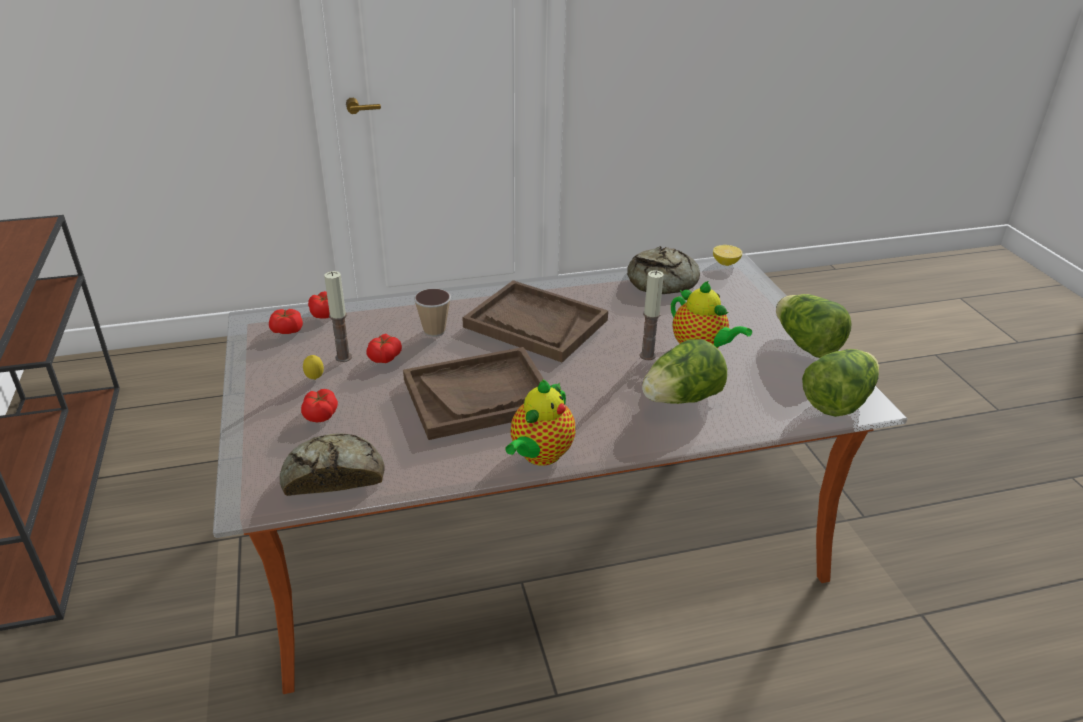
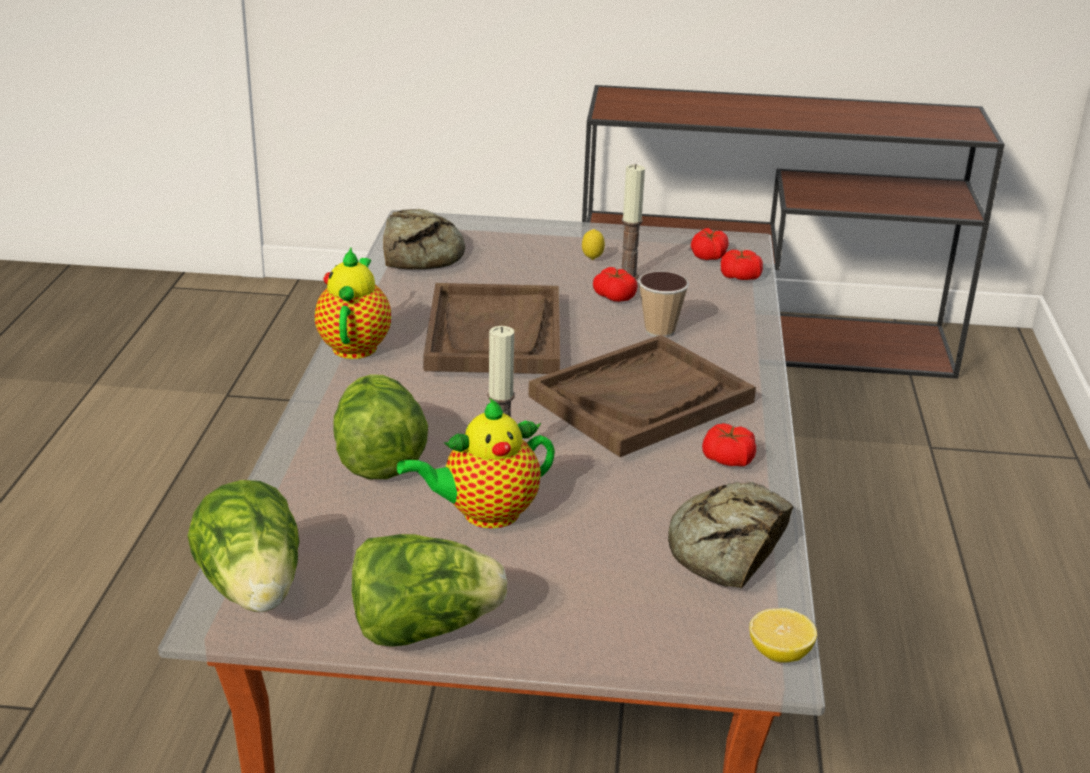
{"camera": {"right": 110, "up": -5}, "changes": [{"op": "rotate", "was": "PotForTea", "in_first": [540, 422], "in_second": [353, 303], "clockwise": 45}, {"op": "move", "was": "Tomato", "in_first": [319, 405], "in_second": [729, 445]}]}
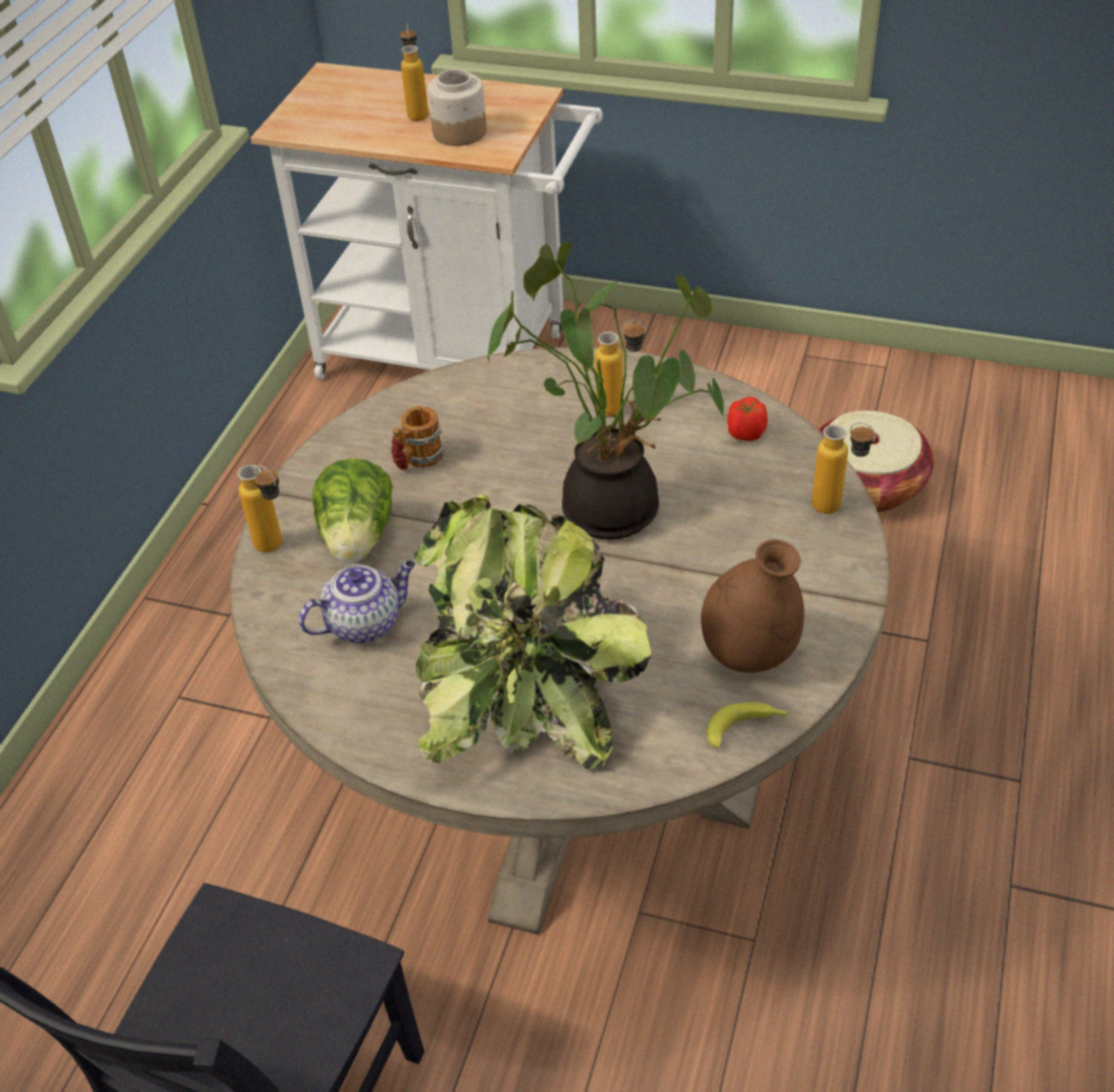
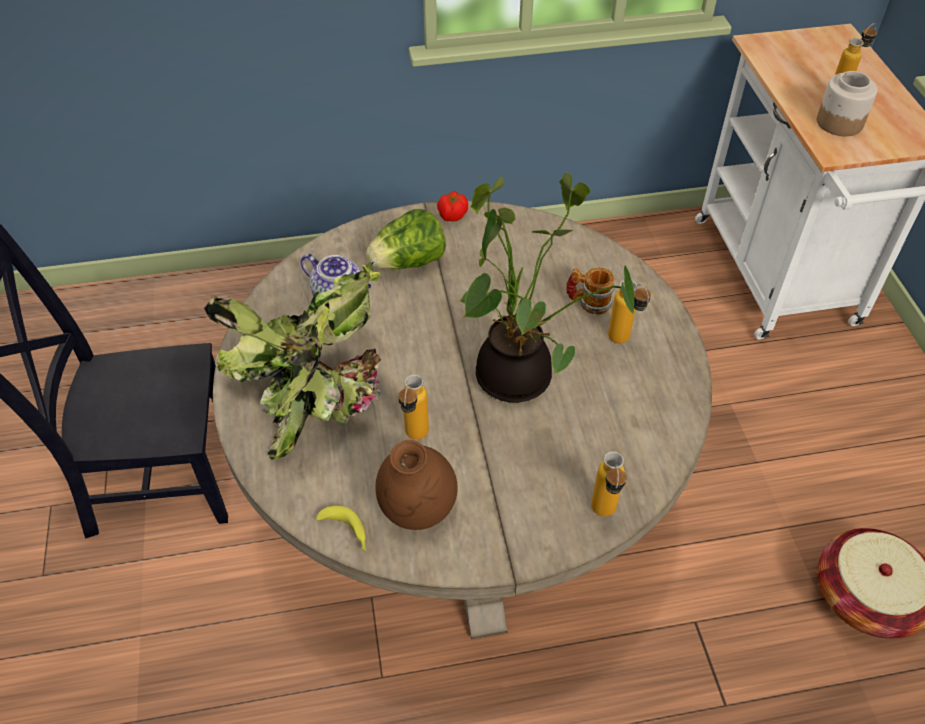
{"camera": {"right": 60, "up": 5}, "changes": [{"op": "move", "was": "Tomato", "in_first": [747, 419], "in_second": [452, 206]}, {"op": "move", "was": "TeaMug", "in_first": [418, 438], "in_second": [590, 291]}, {"op": "move", "was": "BeverageBottle", "in_first": [260, 509], "in_second": [413, 407]}]}
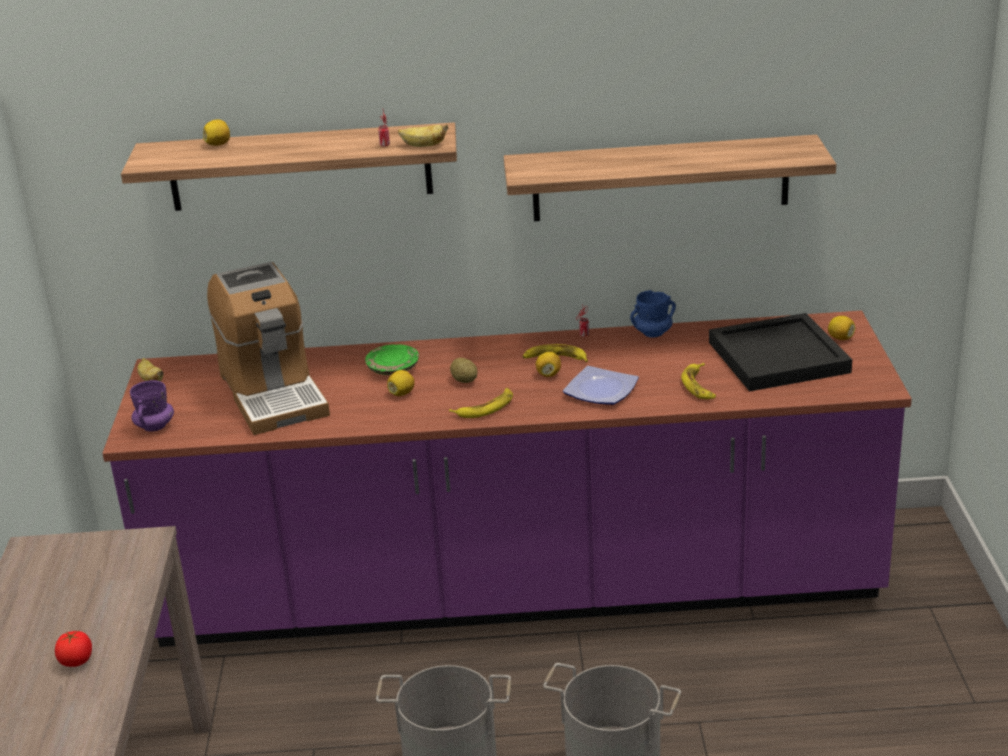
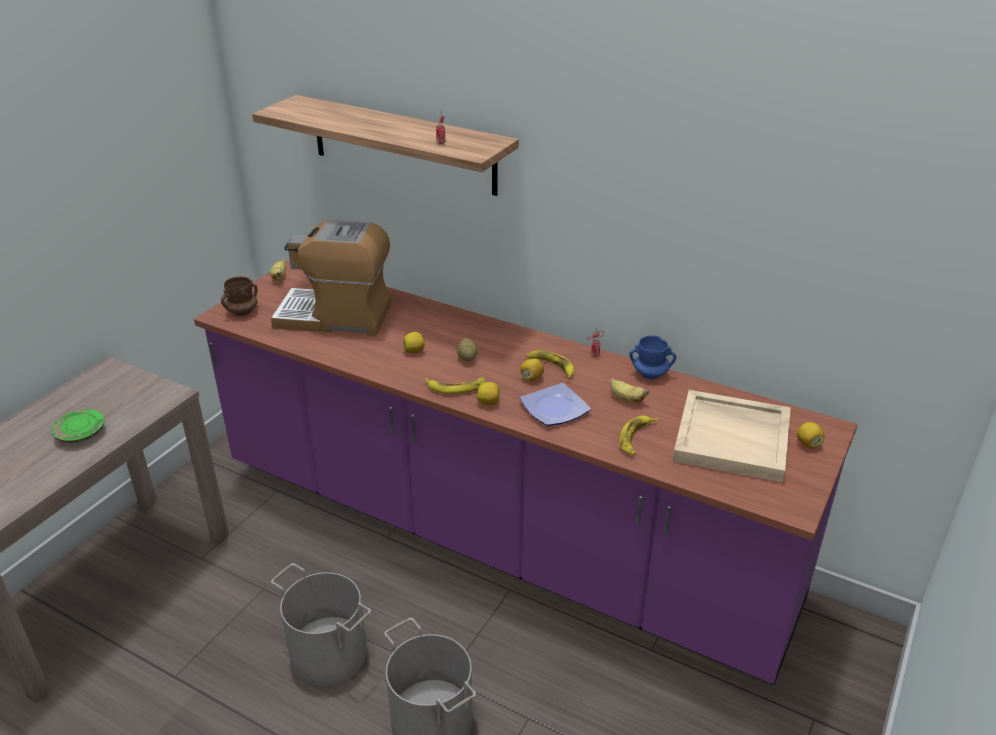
{"camera": {"right": 30, "up": 5}, "changes": [{"op": "move", "was": "WholeLemon", "in_first": [216, 132], "in_second": [488, 393]}, {"op": "move", "was": "BananaFruit", "in_first": [423, 135], "in_second": [629, 390]}, {"op": "delete", "was": "BracketShelf", "in_first": [670, 178]}, {"op": "rotate", "was": "CoffeeMachine", "in_first": [268, 348], "in_second": [331, 277], "clockwise": 90}, {"op": "recolor", "was": "BlackishTray", "now": "BeigeColouredTray", "in_first": [780, 352], "in_second": [732, 436]}, {"op": "move", "was": "GreenColouredFlatDish", "in_first": [392, 359], "in_second": [78, 426]}, {"op": "recolor", "was": "PurpleColouredTeaMug", "now": "BrownishTeaMug", "in_first": [152, 406], "in_second": [239, 296]}, {"op": "delete", "was": "Tomato", "in_first": [73, 649]}]}
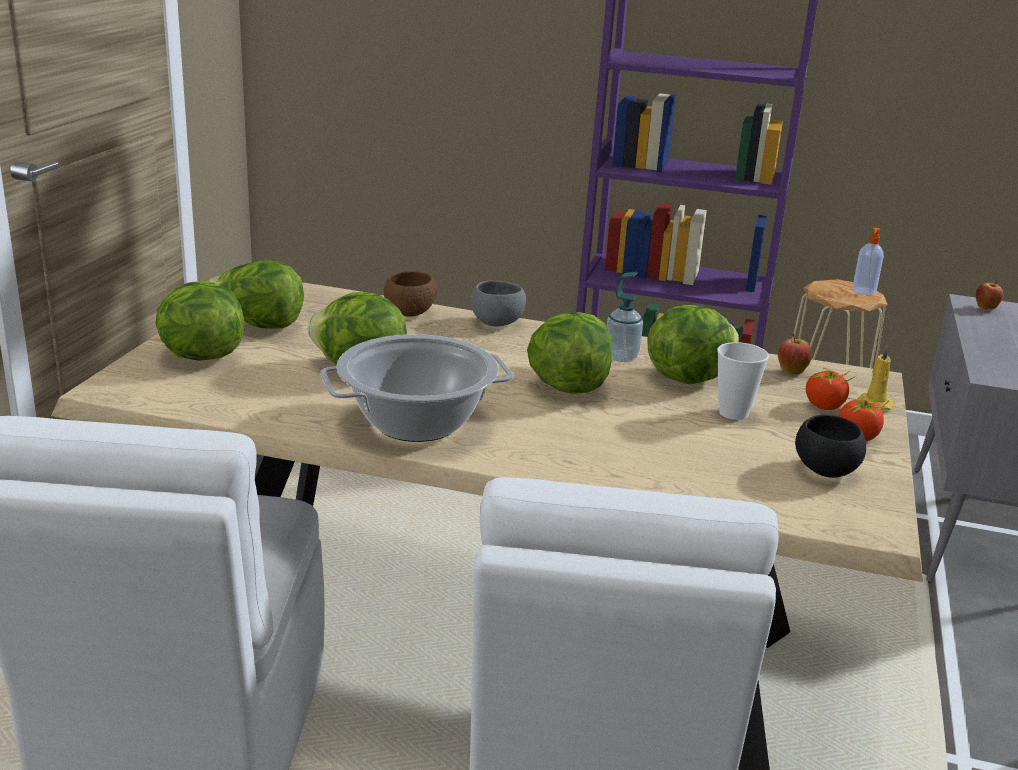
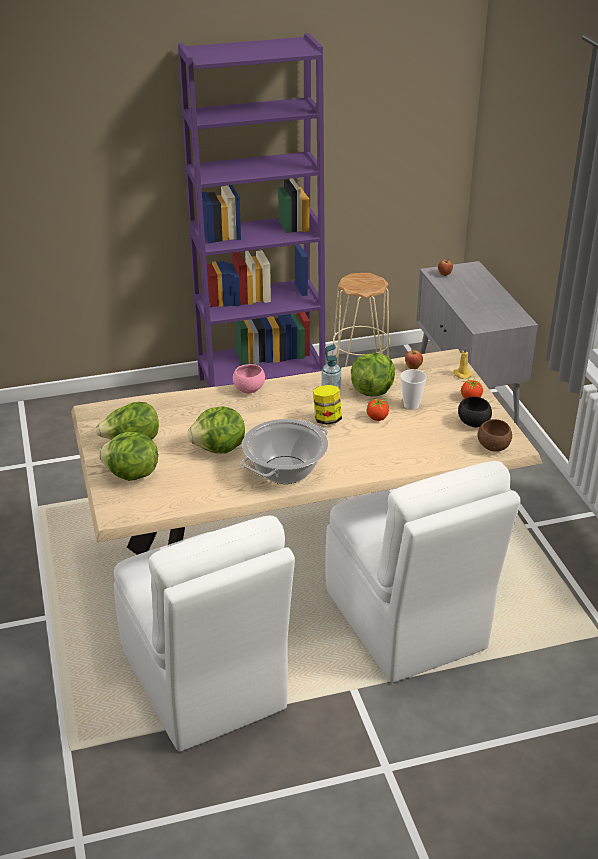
{"camera": {"right": -30, "up": 10}, "changes": [{"op": "delete", "was": "LiquidSoapBottle", "in_first": [868, 261]}, {"op": "move", "was": "BrownishDeepDish", "in_first": [410, 294], "in_second": [494, 435]}, {"op": "recolor", "was": "GrayDeepDish", "now": "PinkColouredDeepDish", "in_first": [498, 303], "in_second": [249, 378]}, {"op": "replace", "was": "HeadOfLettuce", "now": "Jar", "in_first": [569, 353], "in_second": [327, 405]}, {"op": "move", "was": "Tomato", "in_first": [830, 389], "in_second": [379, 408]}]}
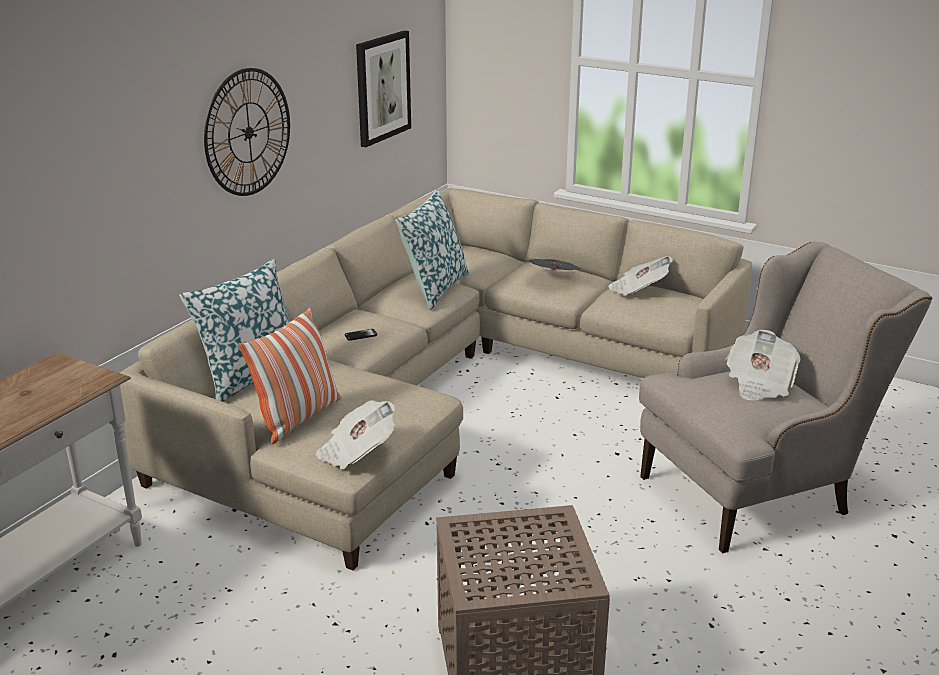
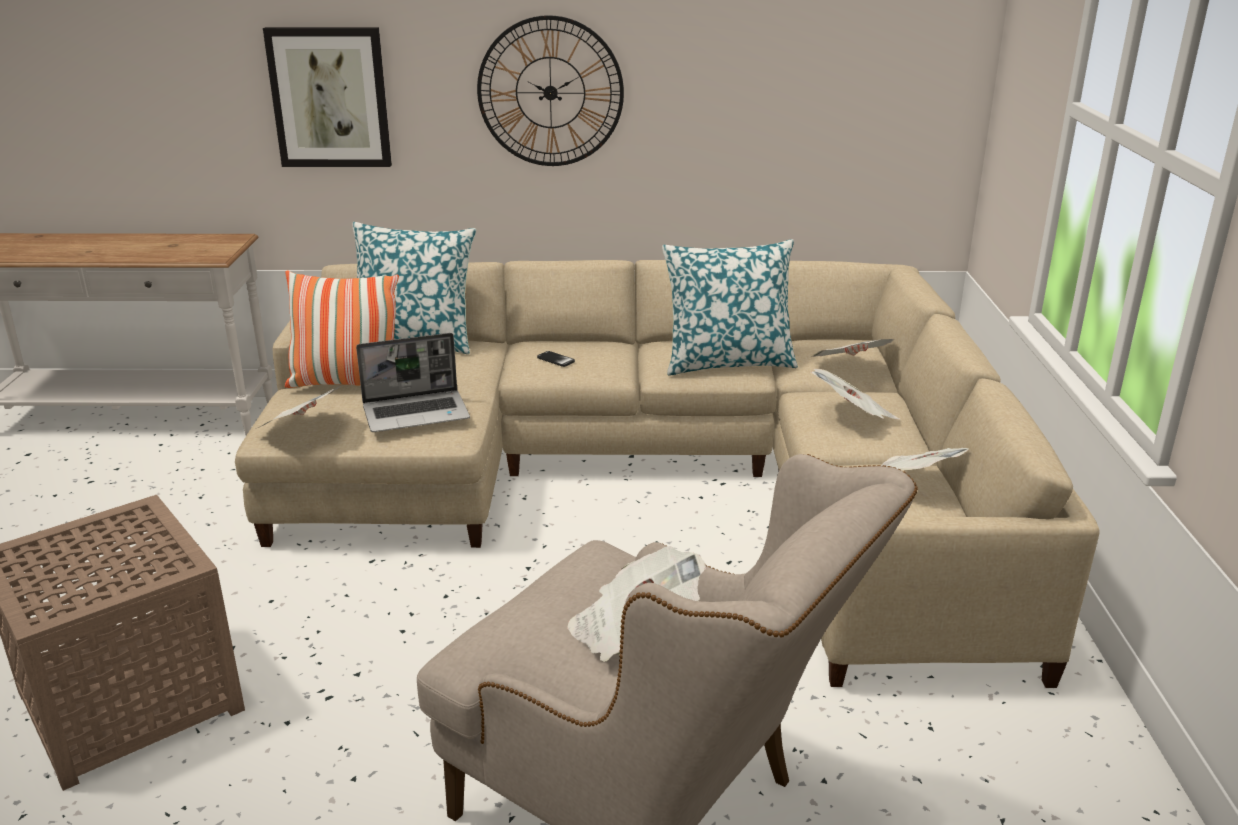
{"camera": {"right": 60, "up": 0}, "changes": [{"op": "move", "was": "WallPicture", "in_first": [383, 89], "in_second": [327, 97]}, {"op": "insert", "now": "Laptop", "in_second": [413, 382]}, {"op": "insert", "now": "DailyPaper", "in_second": [852, 348]}]}
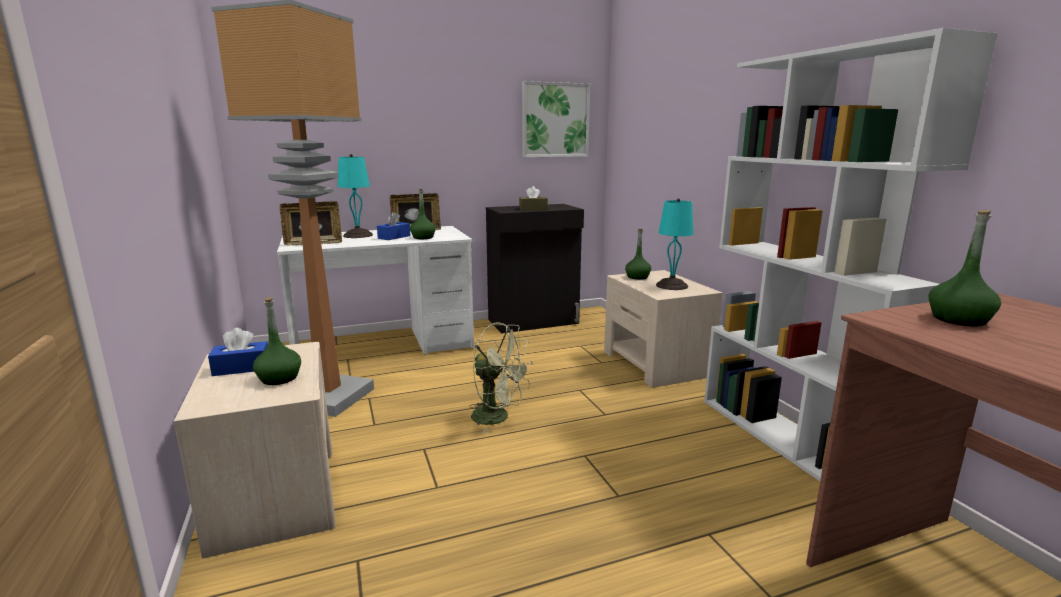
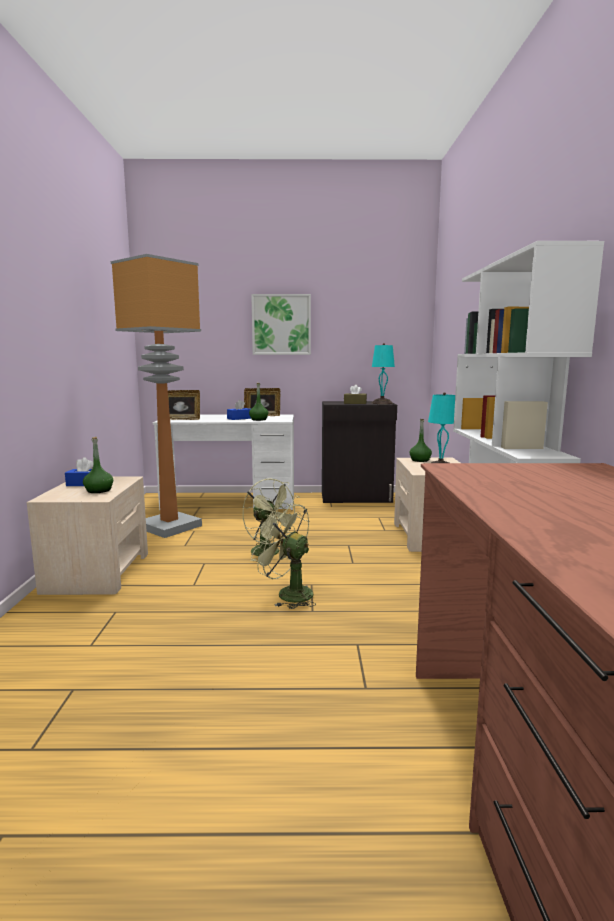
{"camera": {"right": 20, "up": -5}, "changes": [{"op": "move", "was": "WallPicture", "in_first": [556, 119], "in_second": [281, 324]}, {"op": "move", "was": "BlueGreenLampForATable", "in_first": [355, 196], "in_second": [383, 373]}, {"op": "delete", "was": "GreenColouredBeverageBottle", "in_first": [965, 268]}, {"op": "insert", "now": "GreenColouredFan", "in_second": [283, 555]}]}
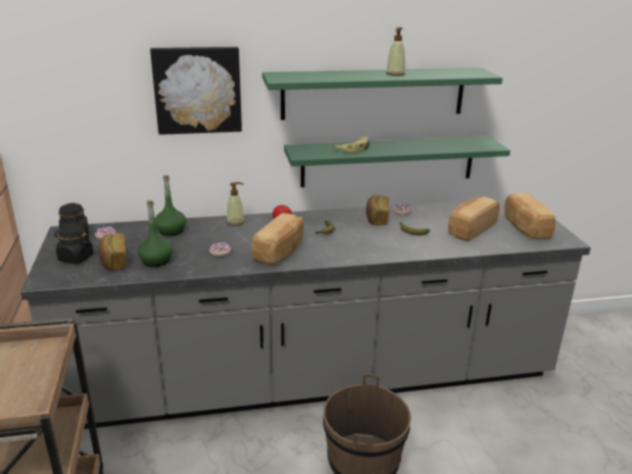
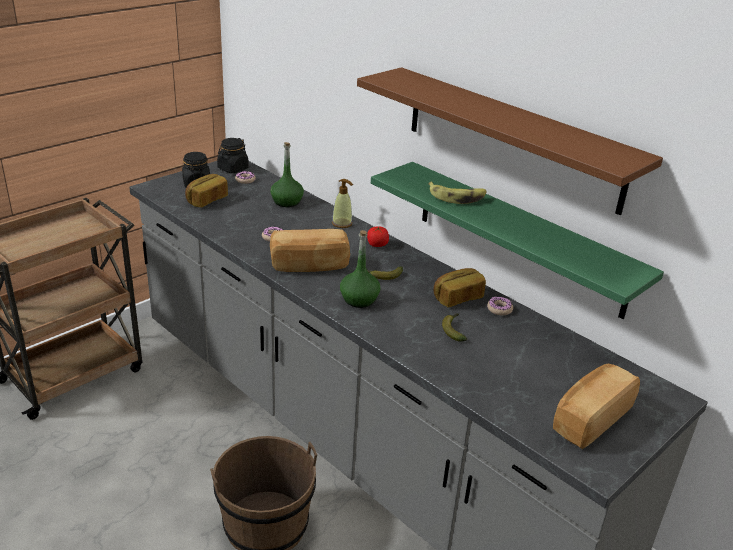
{"camera": {"right": 55, "up": 5}, "changes": [{"op": "delete", "was": "LiquidSoapBottle", "in_first": [395, 51]}, {"op": "delete", "was": "WallPicture", "in_first": [196, 91]}, {"op": "recolor", "was": "GreenColouredBracketShelf", "now": "BrownishBracketShelf", "in_first": [382, 94], "in_second": [510, 141]}, {"op": "delete", "was": "Bread", "in_first": [474, 219]}, {"op": "move", "was": "GreenColouredBeverageBottle", "in_first": [155, 233], "in_second": [360, 269]}]}
